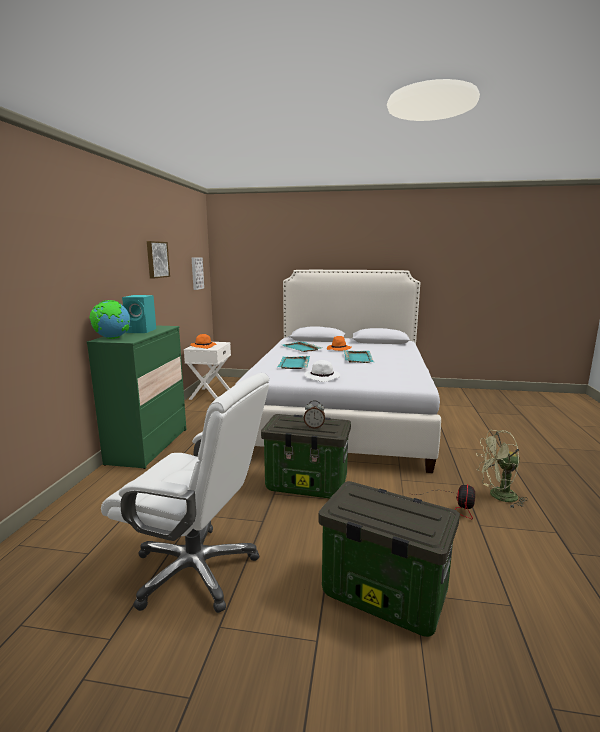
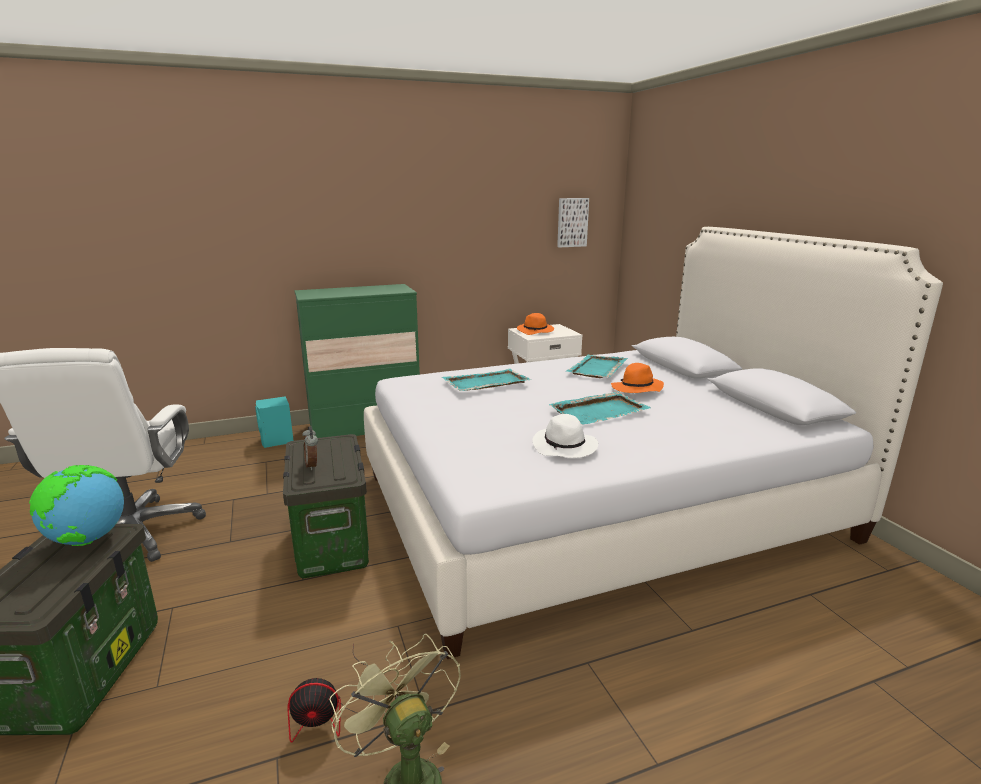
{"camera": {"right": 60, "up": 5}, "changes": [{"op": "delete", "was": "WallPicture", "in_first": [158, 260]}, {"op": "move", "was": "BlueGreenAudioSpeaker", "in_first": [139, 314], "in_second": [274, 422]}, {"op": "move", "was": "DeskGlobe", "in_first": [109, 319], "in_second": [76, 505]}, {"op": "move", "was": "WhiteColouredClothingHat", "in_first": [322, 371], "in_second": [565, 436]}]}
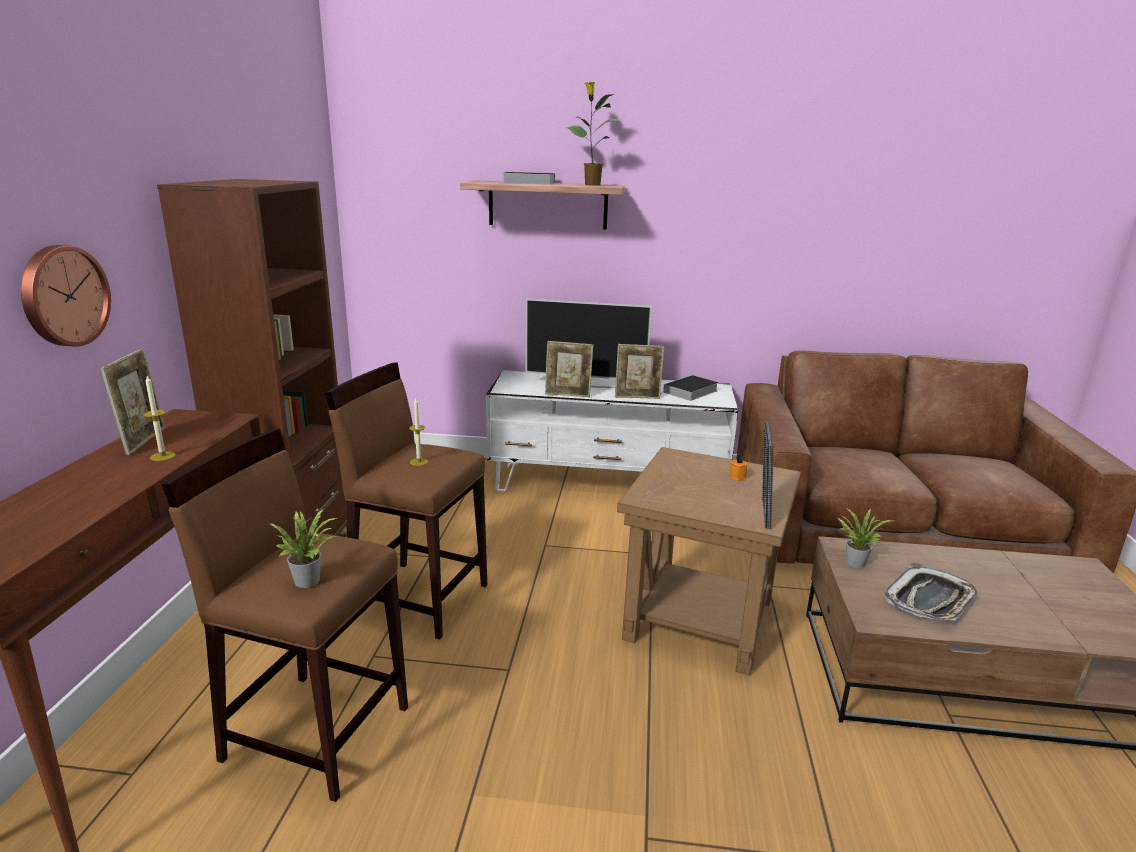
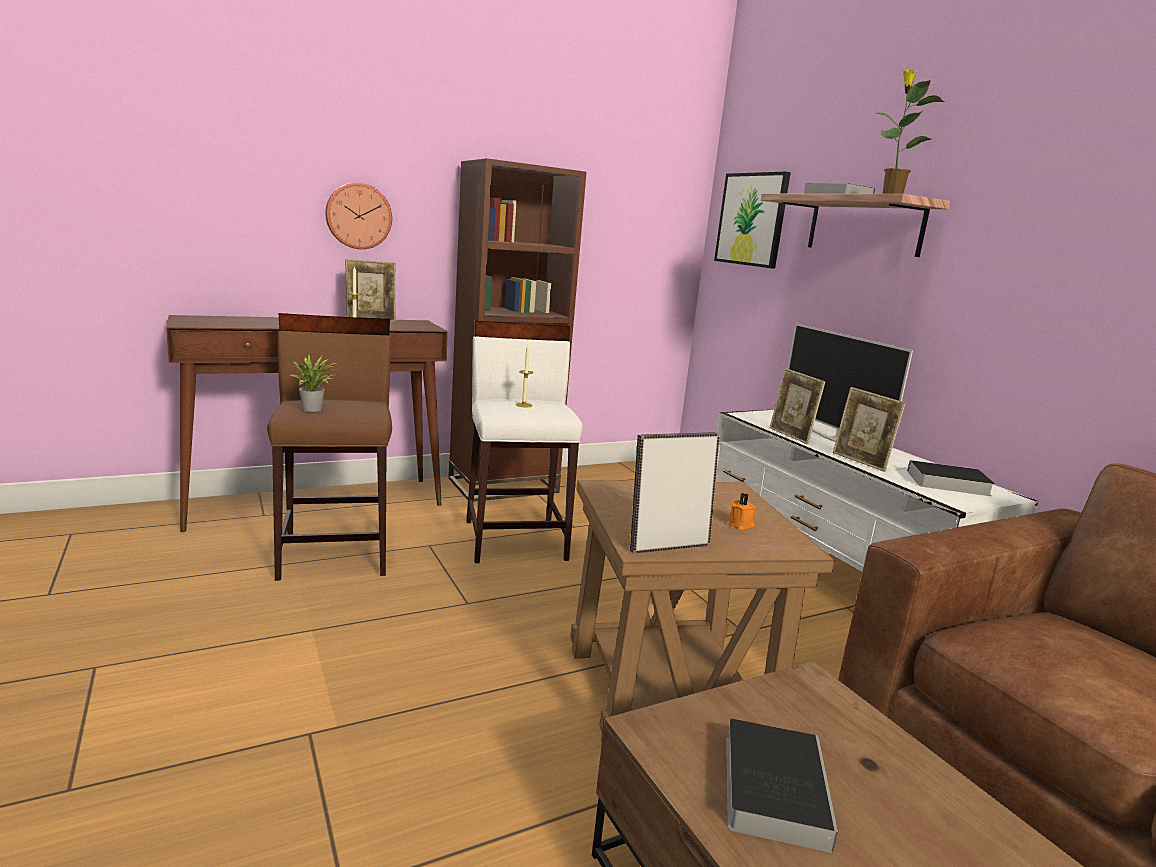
{"camera": {"right": 55, "up": -5}, "changes": [{"op": "recolor", "was": "BrownishStool", "now": "WhiteColouredStool", "in_first": [406, 500], "in_second": [524, 442]}, {"op": "delete", "was": "PlantInAPot", "in_first": [865, 538]}, {"op": "replace", "was": "Tray", "now": "Volume", "in_first": [931, 593], "in_second": [782, 786]}, {"op": "insert", "now": "WallPicture", "in_second": [752, 220]}]}
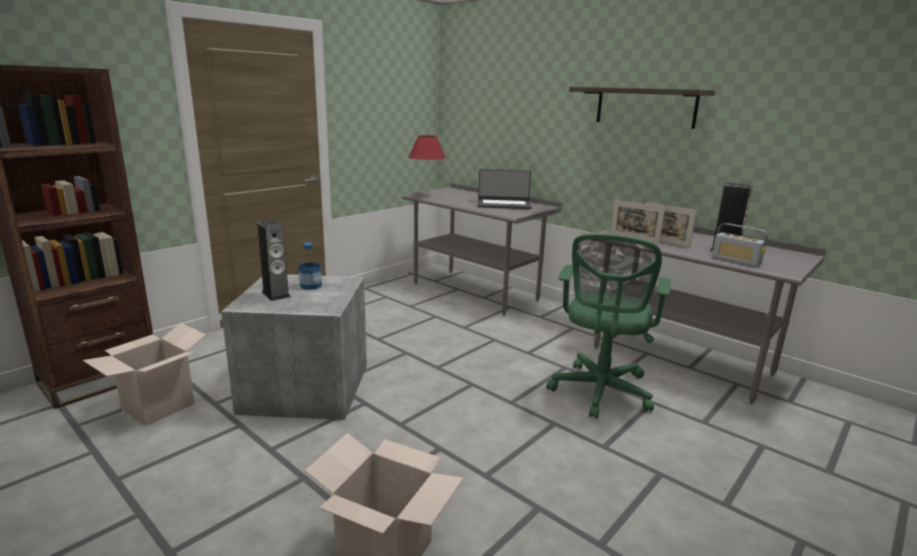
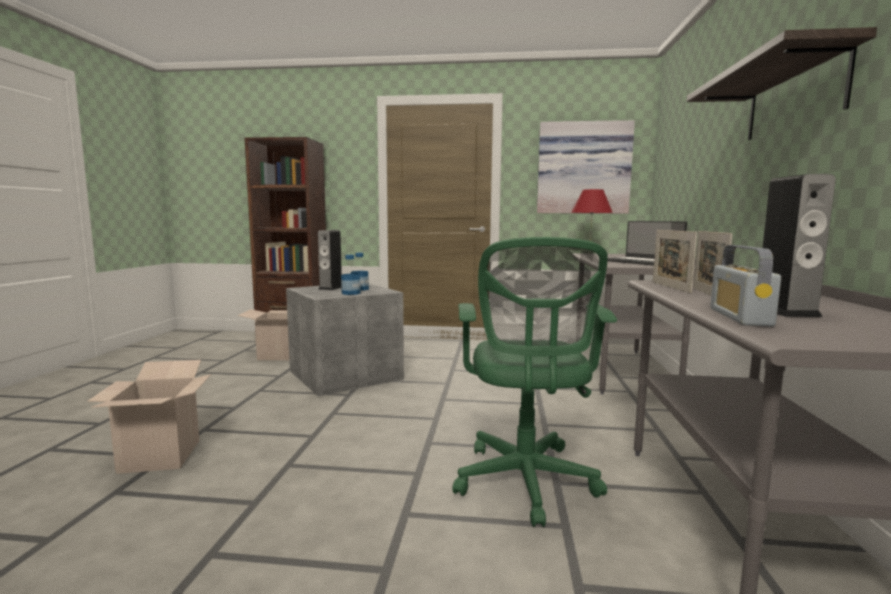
{"camera": {"right": 55, "up": -10}, "changes": [{"op": "rotate", "was": "GreenColouredComputerChair", "in_first": [608, 326], "in_second": [534, 382], "clockwise": -75}, {"op": "insert", "now": "WallPicture", "in_second": [586, 167]}, {"op": "insert", "now": "BeverageBottle", "in_second": [351, 275]}]}
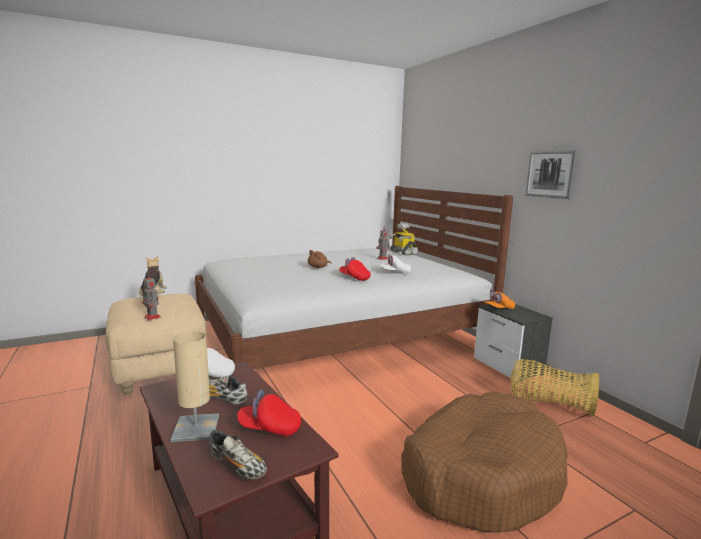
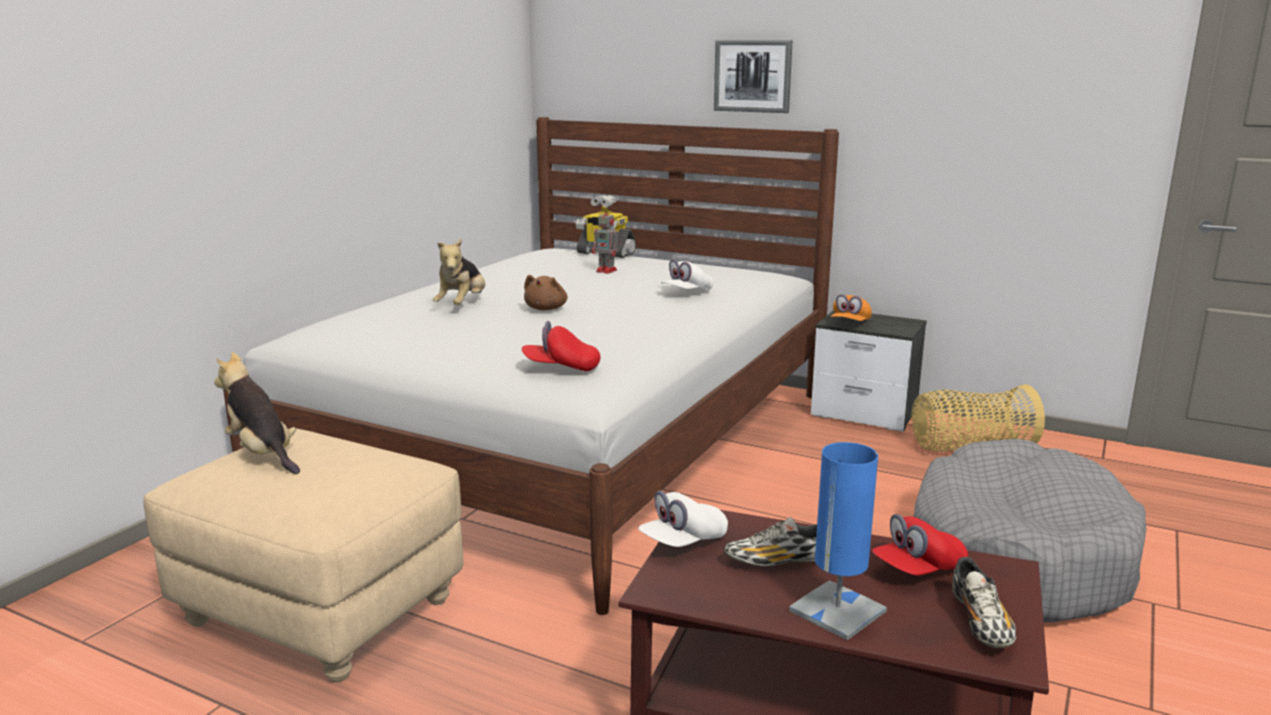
{"camera": {"right": -35, "up": 5}, "changes": [{"op": "move", "was": "WallPicture", "in_first": [551, 174], "in_second": [753, 76]}, {"op": "move", "was": "ReddishCap", "in_first": [355, 269], "in_second": [561, 346]}, {"op": "delete", "was": "ModelRobot", "in_first": [151, 297]}, {"op": "recolor", "was": "BeigeColouredLampForATable", "now": "BlueColouredLampForATable", "in_first": [195, 386], "in_second": [838, 541]}, {"op": "recolor", "was": "BrownishPetBed", "now": "GrayPetBed", "in_first": [484, 462], "in_second": [1030, 530]}, {"op": "rotate", "was": "Shoe", "in_first": [238, 454], "in_second": [984, 602], "clockwise": 90}, {"op": "insert", "now": "PlushToy", "in_second": [459, 271]}]}
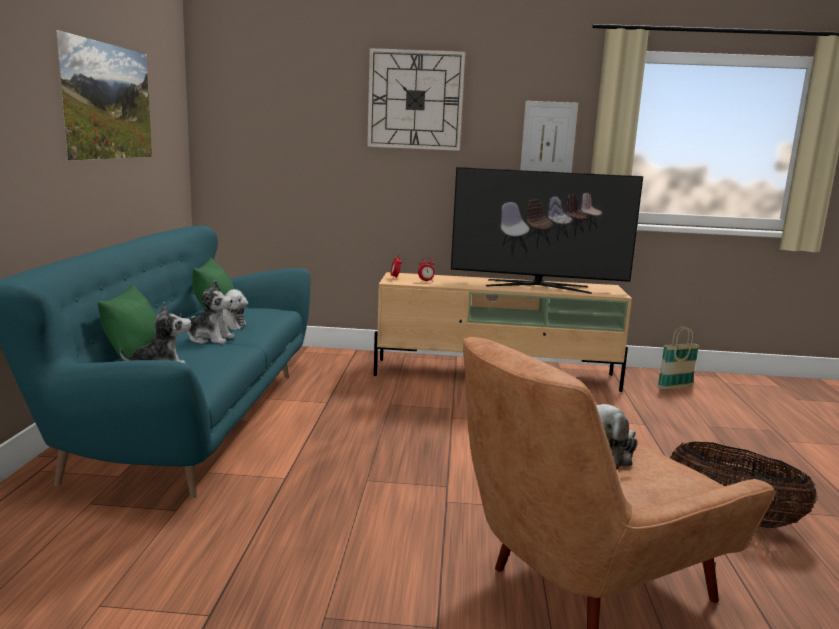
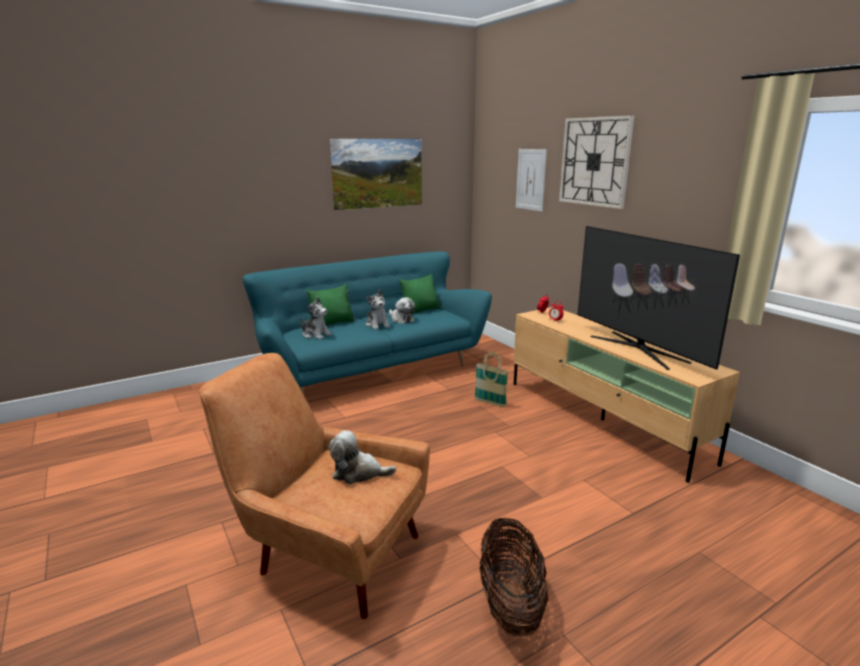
{"camera": {"right": 55, "up": 5}, "changes": [{"op": "move", "was": "WallPicture", "in_first": [549, 137], "in_second": [531, 180]}, {"op": "move", "was": "Basket", "in_first": [678, 358], "in_second": [491, 379]}]}
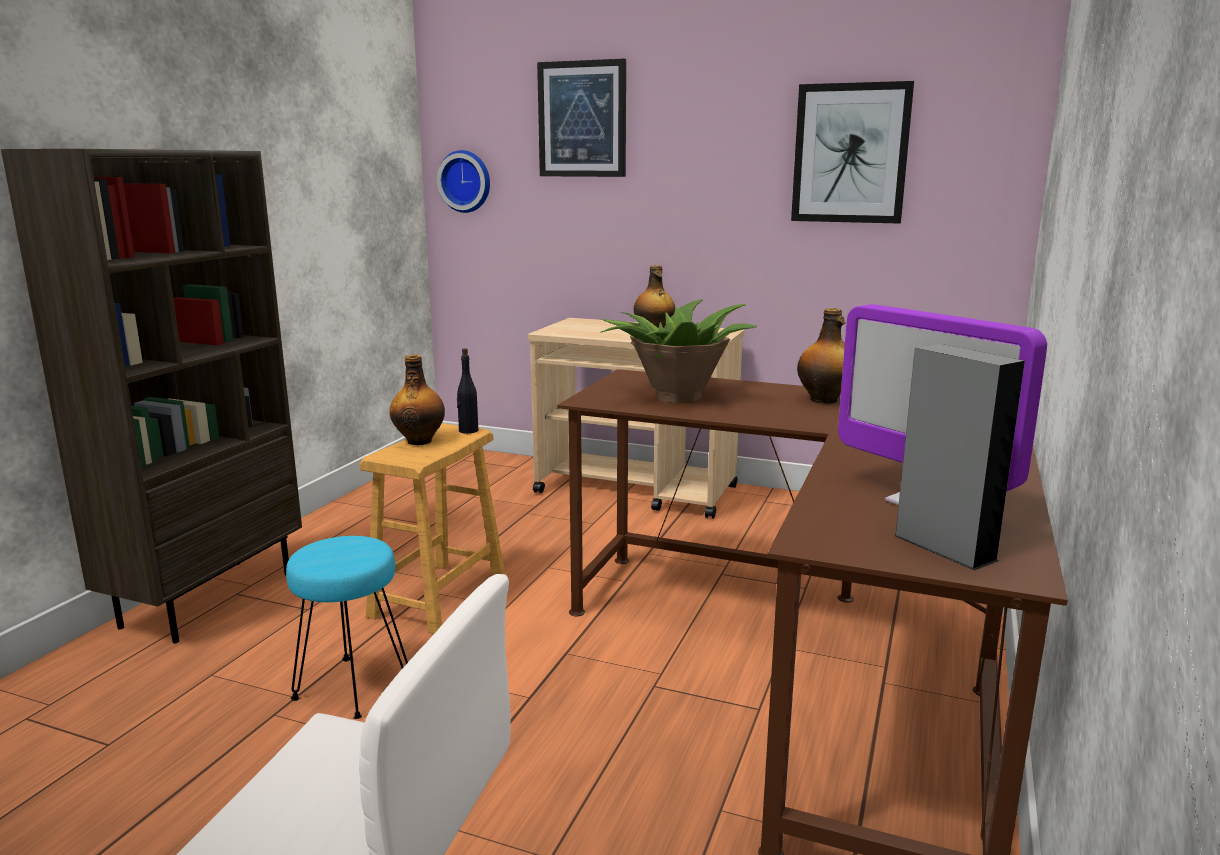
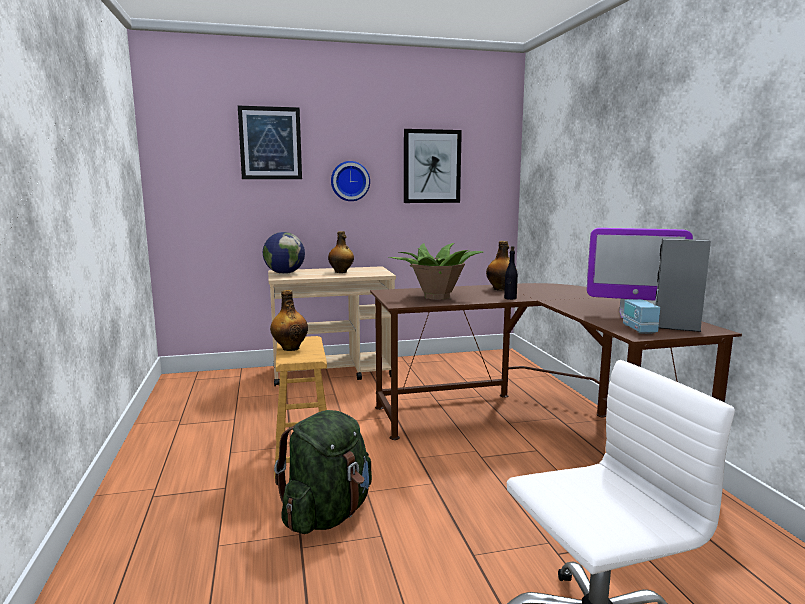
{"camera": {"right": -35, "up": -5}, "changes": [{"op": "delete", "was": "BrownishShelvingUnit", "in_first": [151, 396]}, {"op": "move", "was": "WallClock", "in_first": [463, 181], "in_second": [350, 181]}, {"op": "move", "was": "BlackishBeverageBottle", "in_first": [467, 391], "in_second": [511, 273]}, {"op": "replace", "was": "BlueGreenStool", "now": "GreenColouredKnapsack", "in_first": [347, 627], "in_second": [323, 472]}, {"op": "insert", "now": "DeskGlobe", "in_second": [284, 253]}, {"op": "insert", "now": "Radio", "in_second": [641, 311]}]}
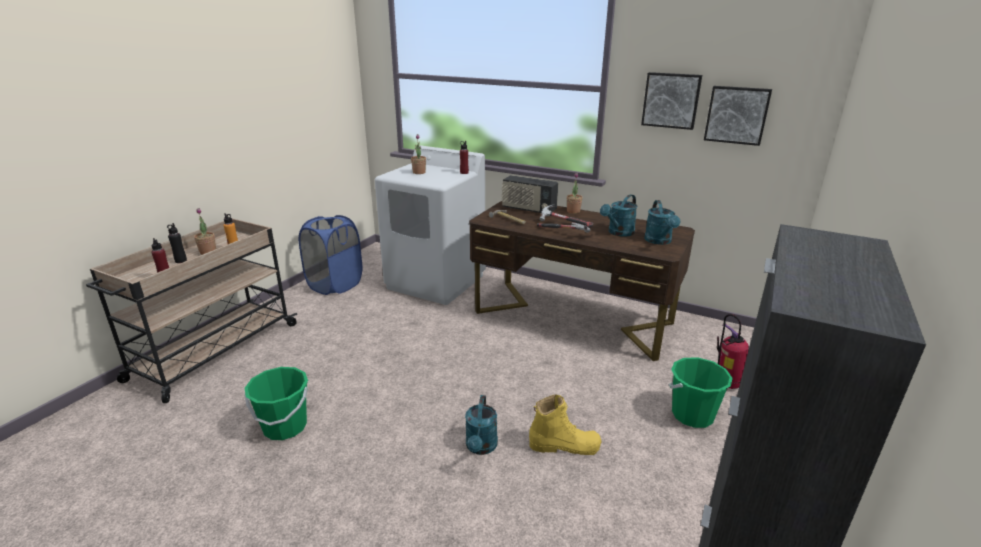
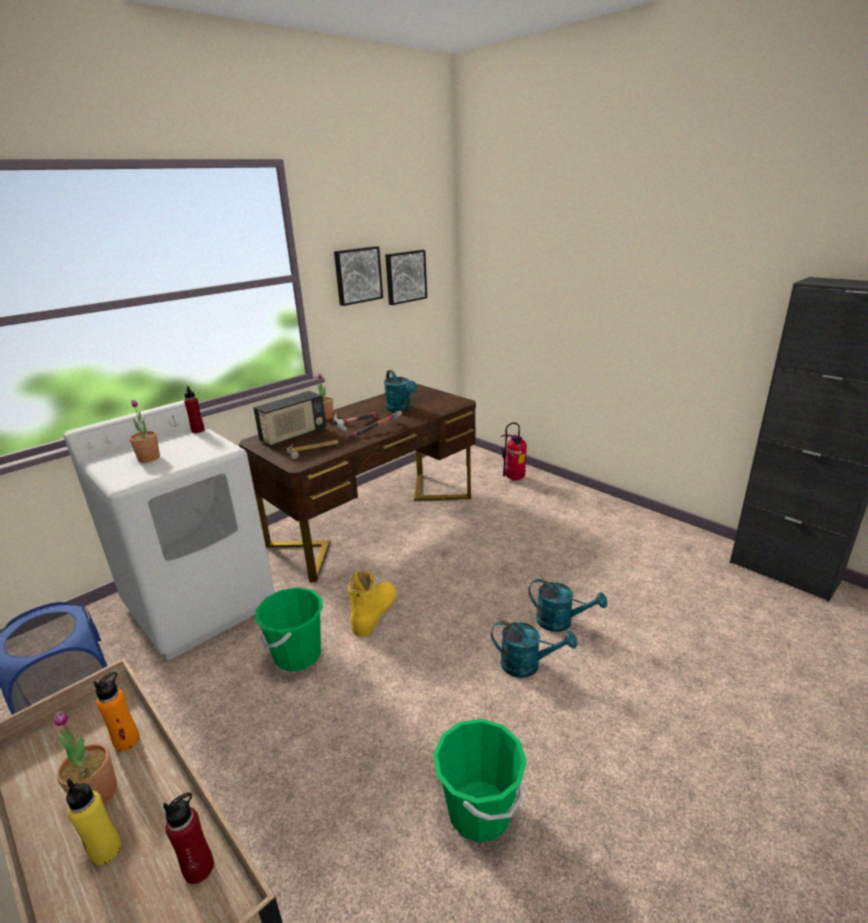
{"camera": {"right": -70, "up": 0}, "changes": [{"op": "move", "was": "BlueGreenSprinklingCan", "in_first": [662, 222], "in_second": [534, 649]}, {"op": "recolor", "was": "BlackishBeverageBottle", "now": "YellowishBeverageBottle", "in_first": [177, 243], "in_second": [93, 822]}, {"op": "move", "was": "GreenColouredWaterBucket", "in_first": [701, 393], "in_second": [289, 629]}, {"op": "move", "was": "YellowishBoot", "in_first": [565, 424], "in_second": [372, 603]}]}
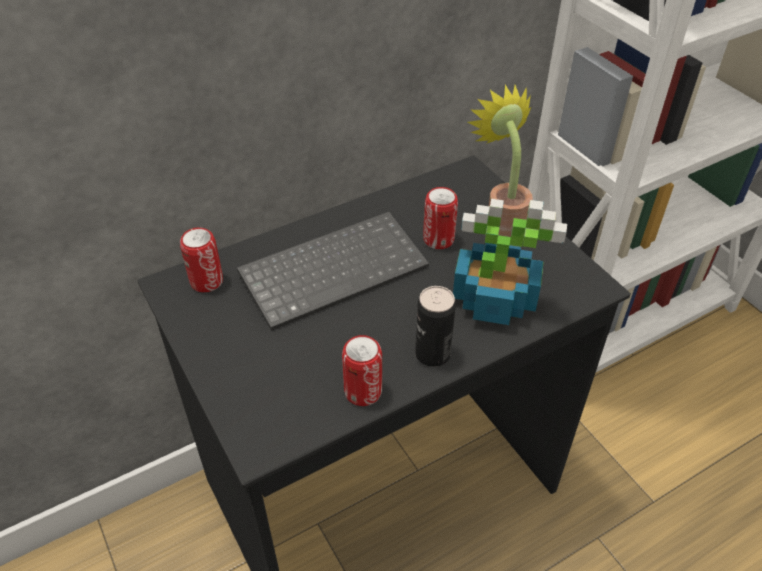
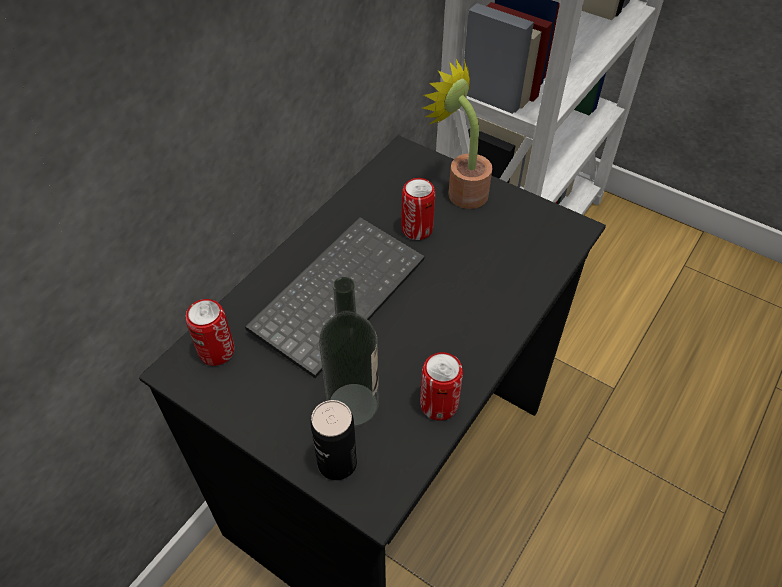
{"camera": {"right": -25, "up": 5}, "changes": [{"op": "delete", "was": "PlantInAPot", "in_first": [510, 262]}, {"op": "move", "was": "MetalCan", "in_first": [435, 326], "in_second": [333, 440]}, {"op": "insert", "now": "BeverageBottle", "in_second": [349, 352]}]}
